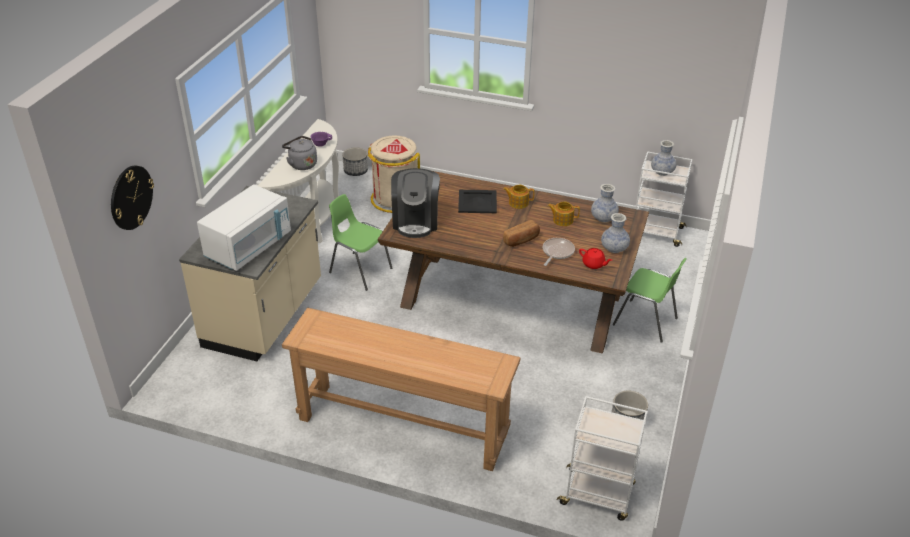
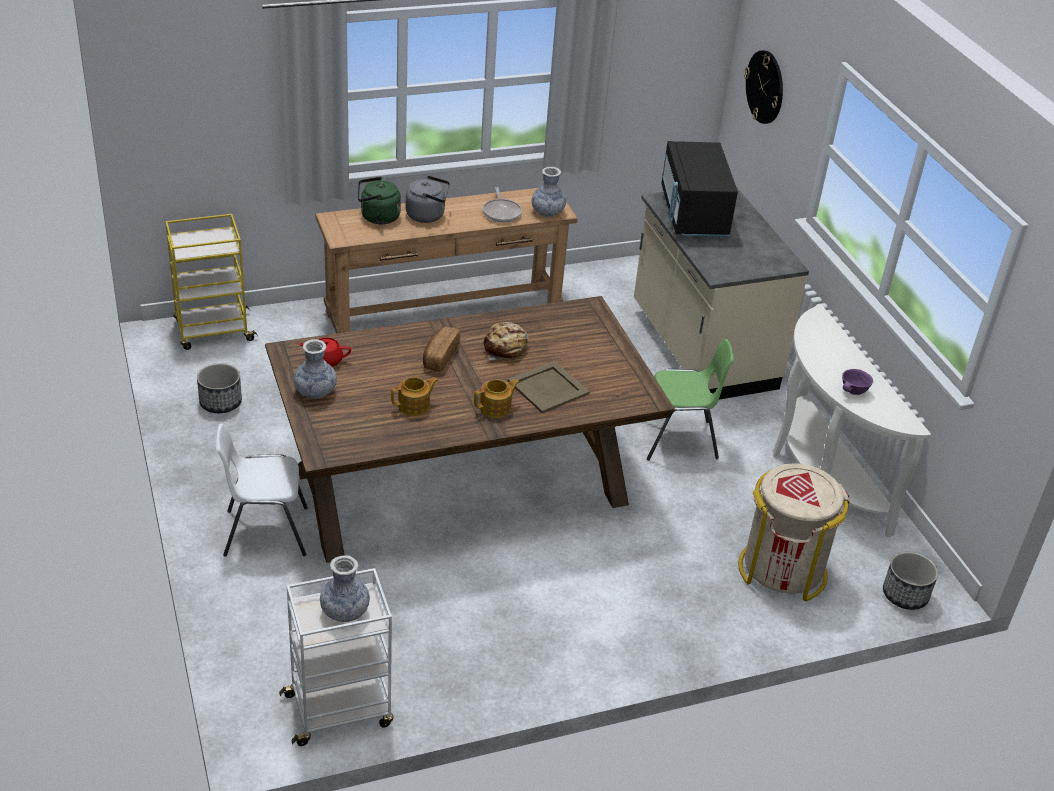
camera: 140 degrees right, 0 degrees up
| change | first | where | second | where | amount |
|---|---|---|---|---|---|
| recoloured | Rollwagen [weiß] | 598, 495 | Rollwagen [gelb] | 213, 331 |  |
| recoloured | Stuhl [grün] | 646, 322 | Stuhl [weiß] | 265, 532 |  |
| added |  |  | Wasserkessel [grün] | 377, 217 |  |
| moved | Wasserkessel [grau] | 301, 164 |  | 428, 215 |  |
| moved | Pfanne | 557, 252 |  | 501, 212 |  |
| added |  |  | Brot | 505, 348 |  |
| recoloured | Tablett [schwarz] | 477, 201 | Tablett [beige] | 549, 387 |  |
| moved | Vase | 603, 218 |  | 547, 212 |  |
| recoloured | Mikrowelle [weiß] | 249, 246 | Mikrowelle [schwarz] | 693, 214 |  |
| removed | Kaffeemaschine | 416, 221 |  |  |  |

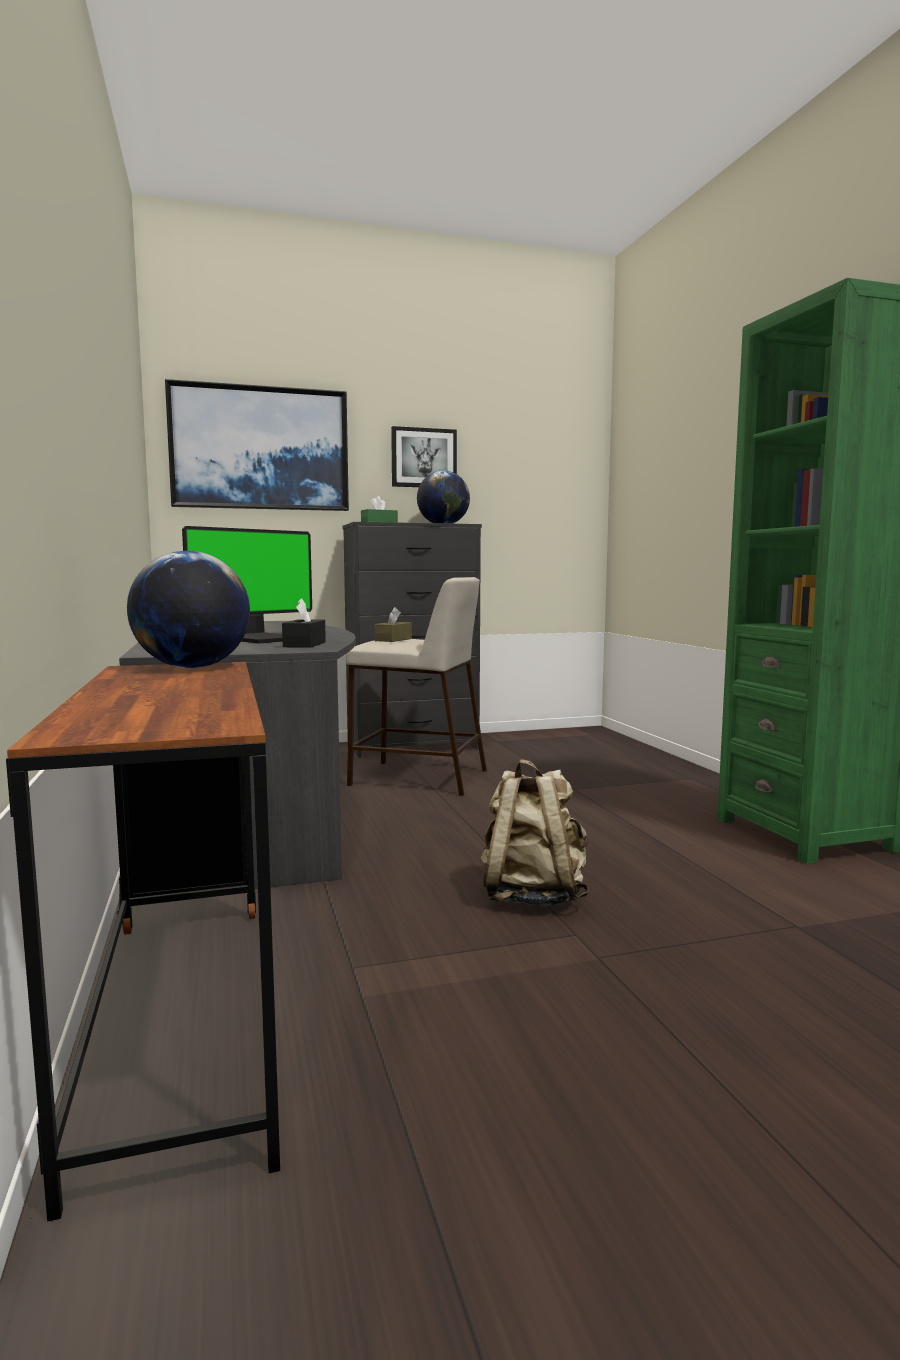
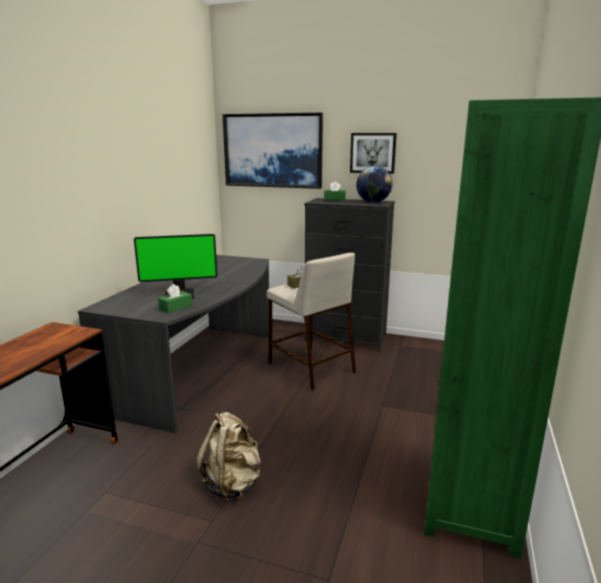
camera: 35 degrees right, 10 degrees up
| change | first | where | second | where | amount |
|---|---|---|---|---|---|
| recoloured | Taschentuchbox [schwarz] | 304, 644 | Taschentuchbox [grün] | 176, 308 |  |
| removed | Globus | 193, 668 |  |  |  |

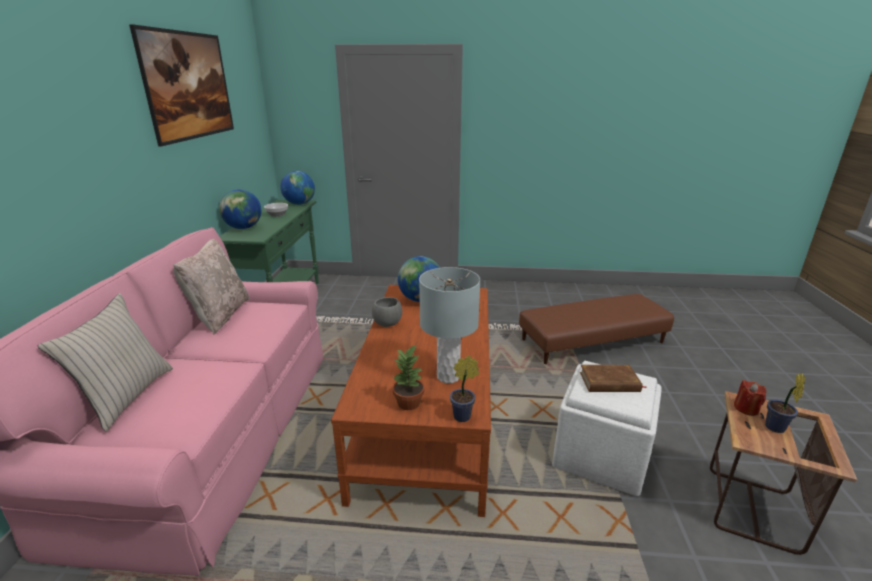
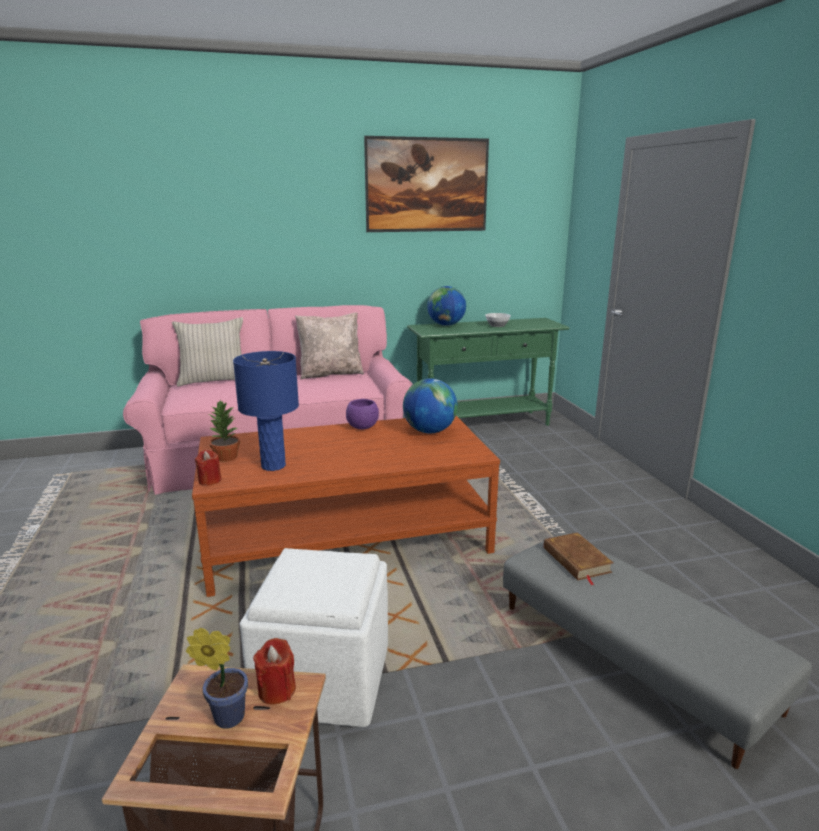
camera: 70 degrees right, 5 degrees down
| change | first | where | second | where | amount |
|---|---|---|---|---|---|
| replaced | Topfpflanze | 464, 416 | Kerze [rot] | 210, 480 |  |
| recoloured | Tischlampe [grau] | 448, 377 | Tischlampe [blau] | 273, 466 |  |
| recoloured | Schüssel [grau] | 387, 323 | Schüssel [lila] | 362, 427 |  |
| recoloured | Polsterhocker [braun] | 591, 341 | Polsterhocker [grau] | 632, 655 |  |
| moved | Buch [braun] | 609, 382 |  | 576, 560 |  |
| removed | Globus | 299, 204 |  |  |  |

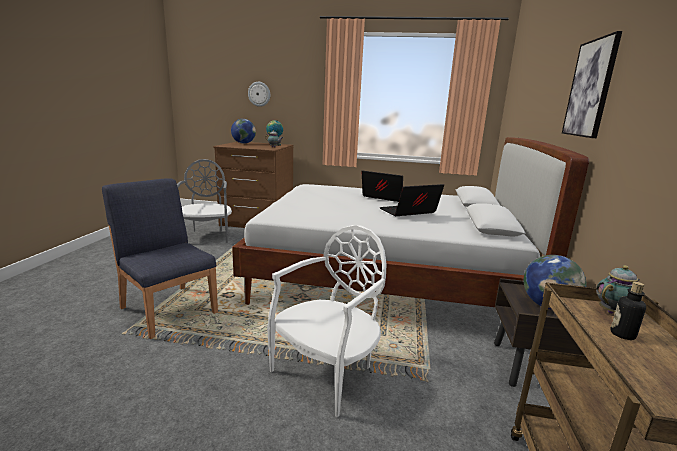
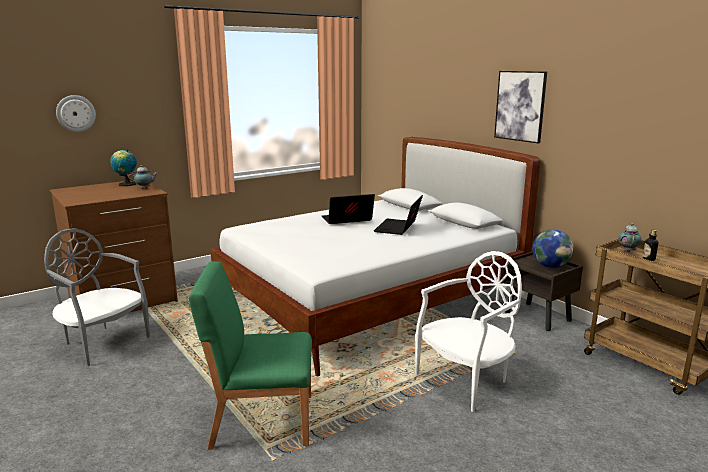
camera: 45 degrees left, 0 degrees up
| change | first | where | second | where | amount |
|---|---|---|---|---|---|
| recoloured | Stuhl [blau] | 168, 309 | Stuhl [grün] | 261, 420 |  |
| turned | Stuhl [weiß] | 328, 372 |  | 466, 381 | 60 degrees clockwise |
| removed | Globus | 243, 143 |  |  |  |

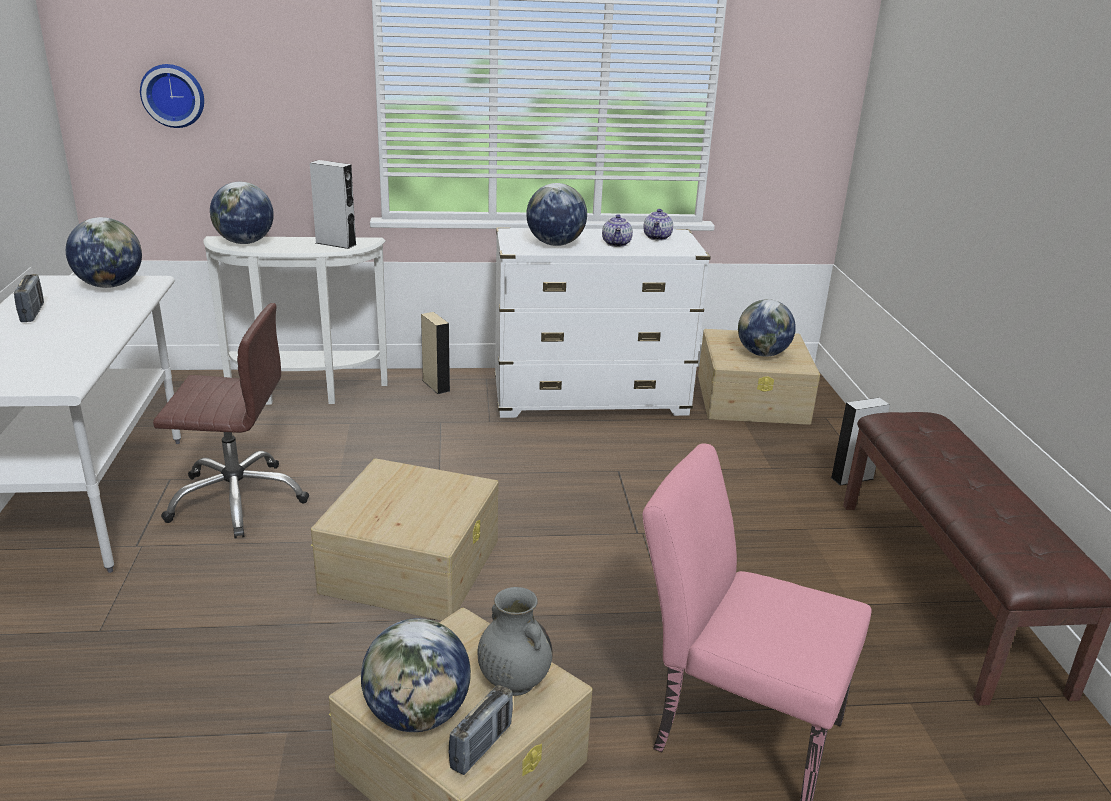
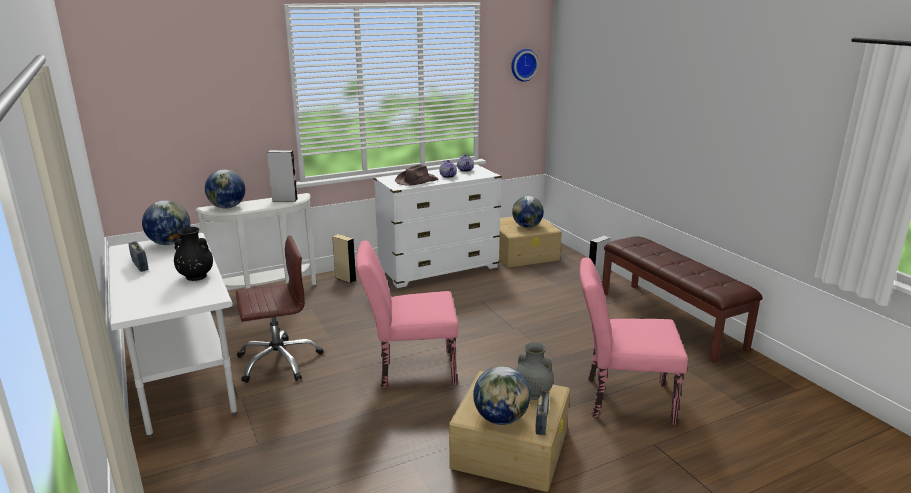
camera: 20 degrees left, 5 degrees down
| change | first | where | second | where | amount |
|---|---|---|---|---|---|
| added |  |  | Vase [schwarz] | 195, 277 |  |
| replaced | Aufbewahrungsbox [beige] | 412, 564 | Stuhl [rosa] | 409, 369 |  |
| replaced | Globus | 555, 244 | Hut [braun] | 416, 181 |  |
| moved | Wanduhr | 173, 95 |  | 523, 65 |  |

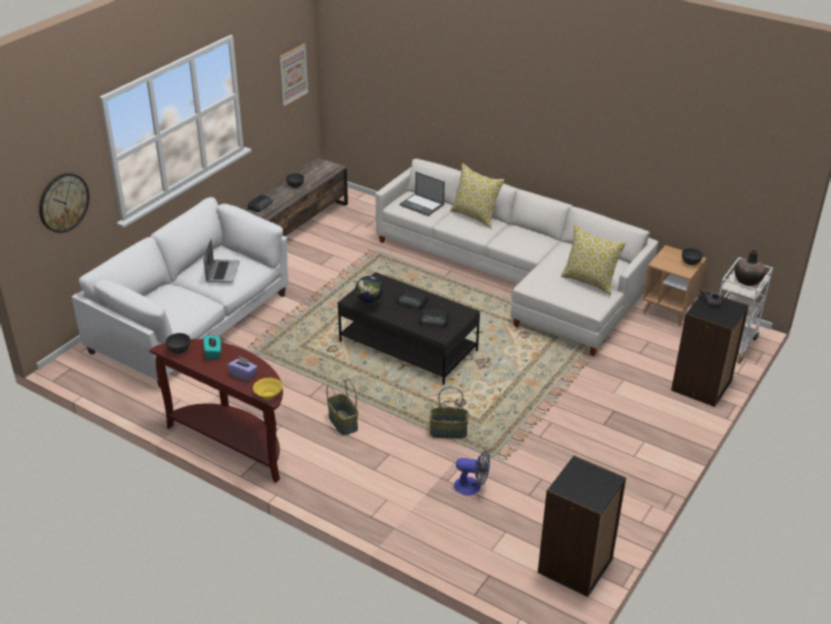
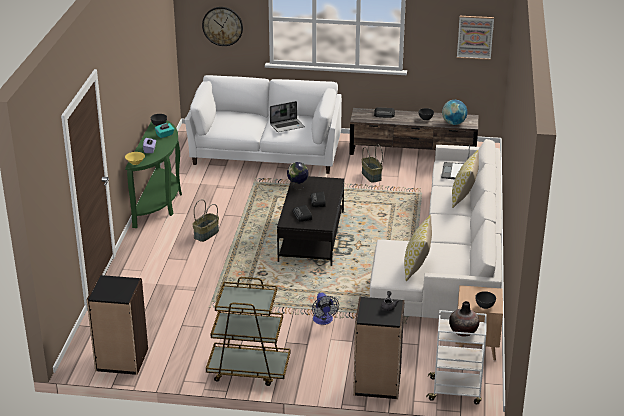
camera: 65 degrees right, 5 degrees down
| change | first | where | second | where | amount |
|---|---|---|---|---|---|
| recoloured | Konsolentisch [braun] | 234, 442 | Konsolentisch [grün] | 159, 203 |  |
| added |  |  | Rollwagen [braun] | 248, 369 |  |
| moved | Ventilator | 472, 487 |  | 323, 321 |  |
| moved | Korb | 448, 432 |  | 371, 176 |  |
| added |  |  | Globus | 453, 123 |  |

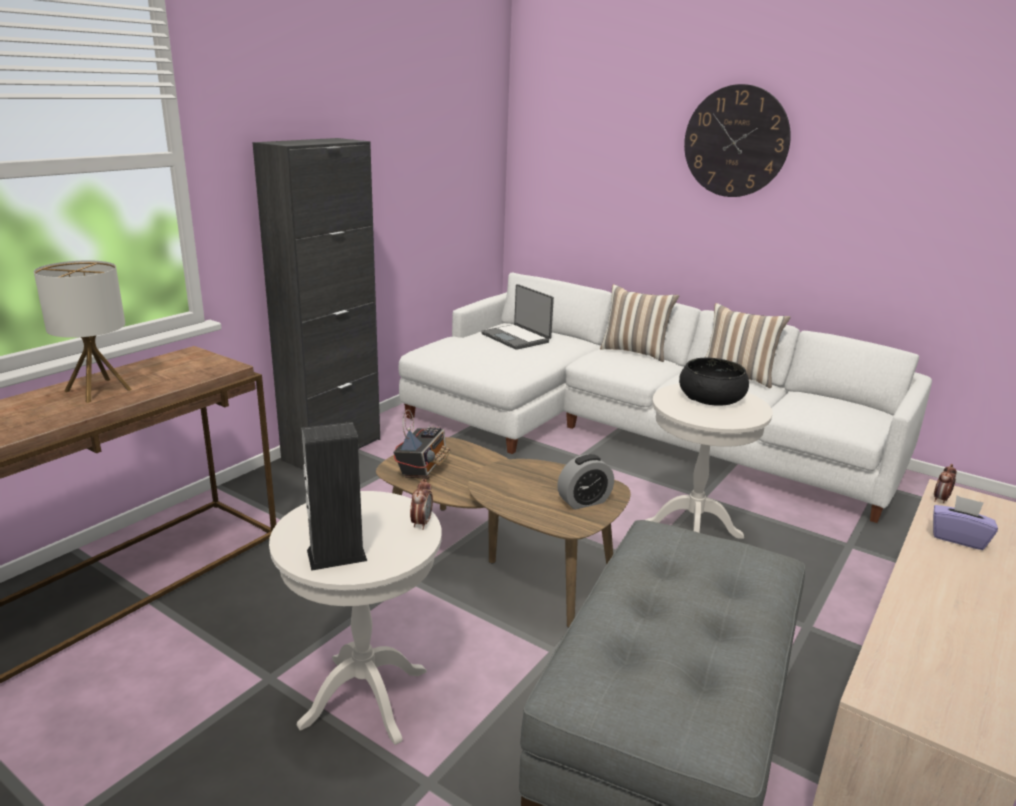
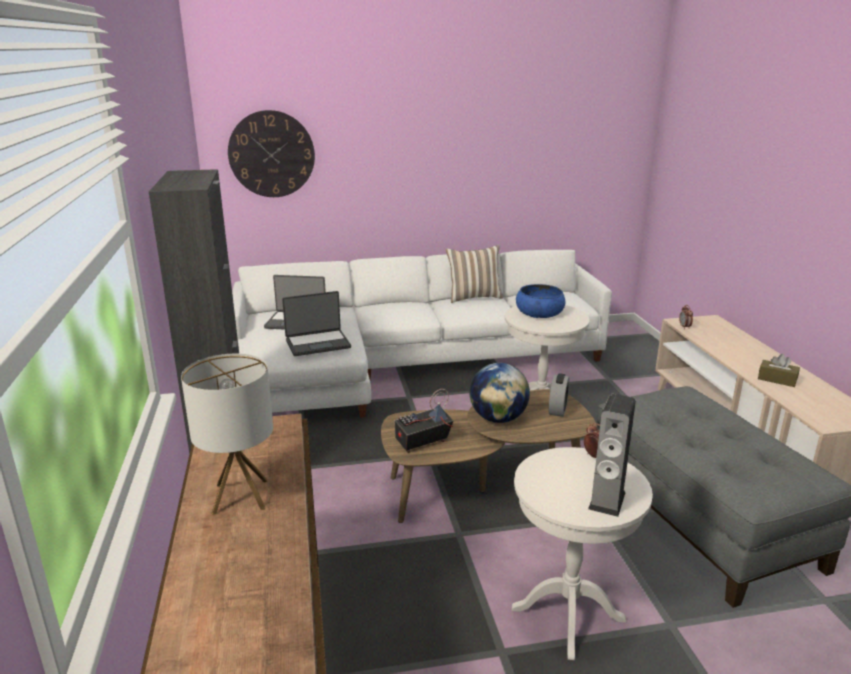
camera: 45 degrees left, 0 degrees up
| change | first | where | second | where | amount |
|---|---|---|---|---|---|
| moved | Wanduhr | 736, 141 |  | 271, 154 |  |
| added |  |  | Laptop | 318, 343 |  |
| turned | Radio | 423, 468 |  | 422, 443 | 90 degrees counterclockwise |
| added |  |  | Globus | 498, 418 |  |
| recoloured | Schüssel [schwarz] | 711, 398 | Schüssel [blau] | 539, 313 |  |
| added |  |  | Taschentuchbox [braun] | 777, 379 |  |
| removed | Kissen | 635, 352 |  |  |  |
| removed | Taschentuchbox [lila] | 958, 538 |  |  |  |

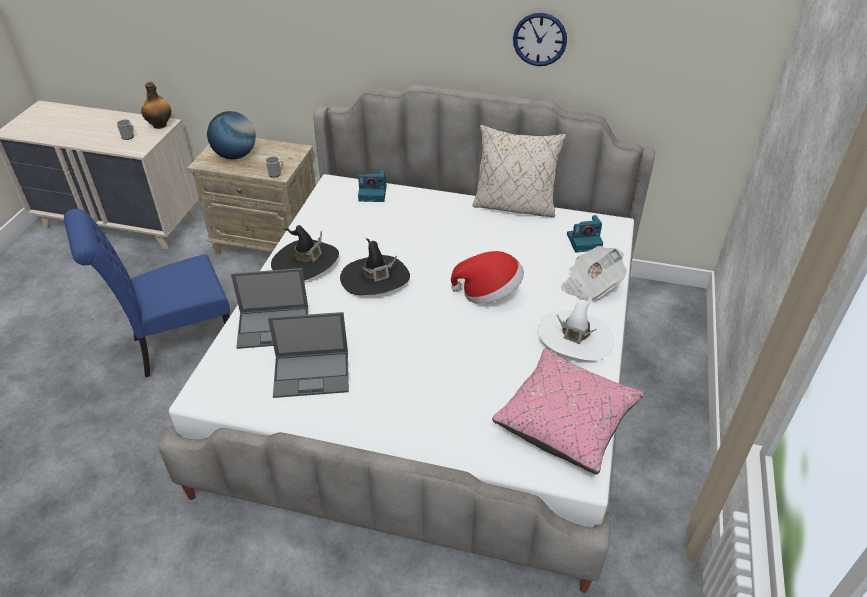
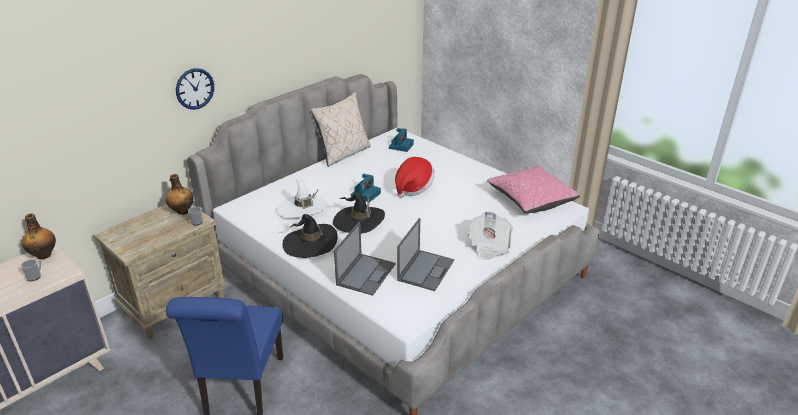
camera: 60 degrees left, 10 degrees down
| change | first | where | second | where | amount |
|---|---|---|---|---|---|
| added |  |  | Flasche | 182, 211 |  |
| moved | Wanduhr | 539, 39 |  | 195, 88 |  |
| moved | Hut [weiß] | 575, 338 |  | 303, 208 |  |
| moved | Kamera | 373, 193 |  | 365, 194 |  |
| moved | Zeitung | 590, 286 |  | 489, 246 |  |
| removed | Globus | 235, 155 |  |  |  |

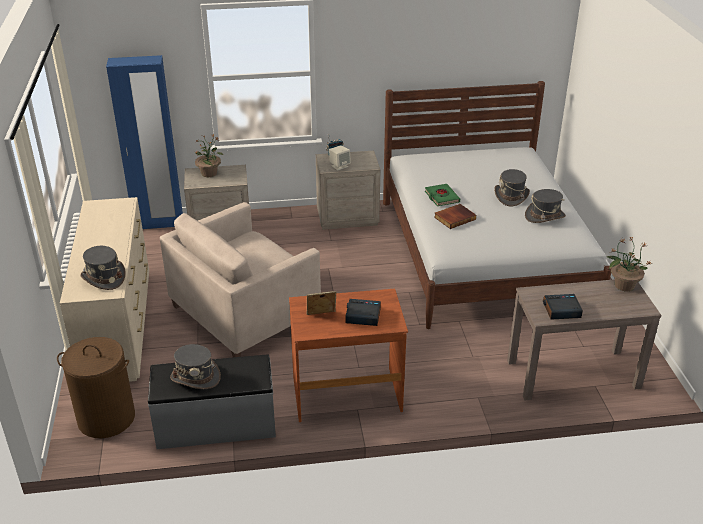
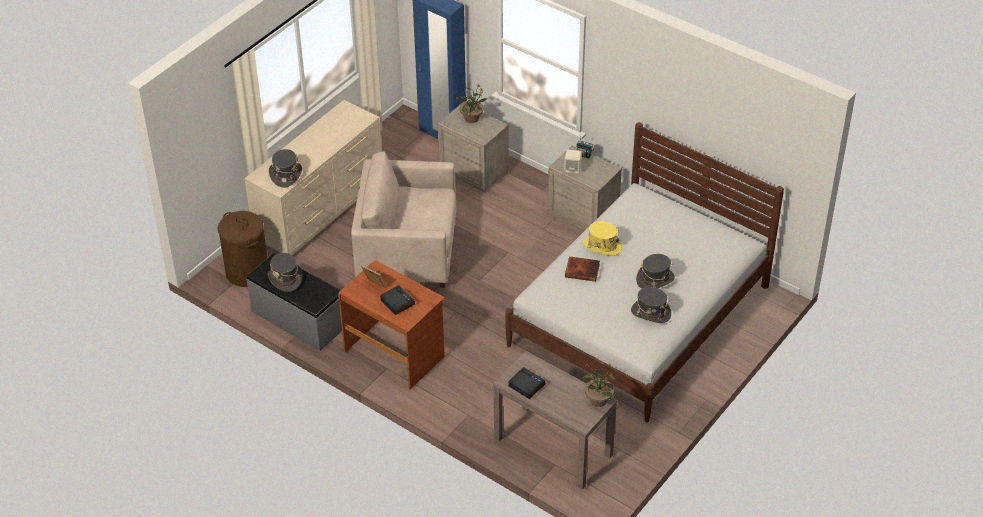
camera: 45 degrees right, 10 degrees up
| change | first | where | second | where | amount |
|---|---|---|---|---|---|
| replaced | Buch [grün] | 441, 197 | Hut [gelb] | 602, 246 |  |

